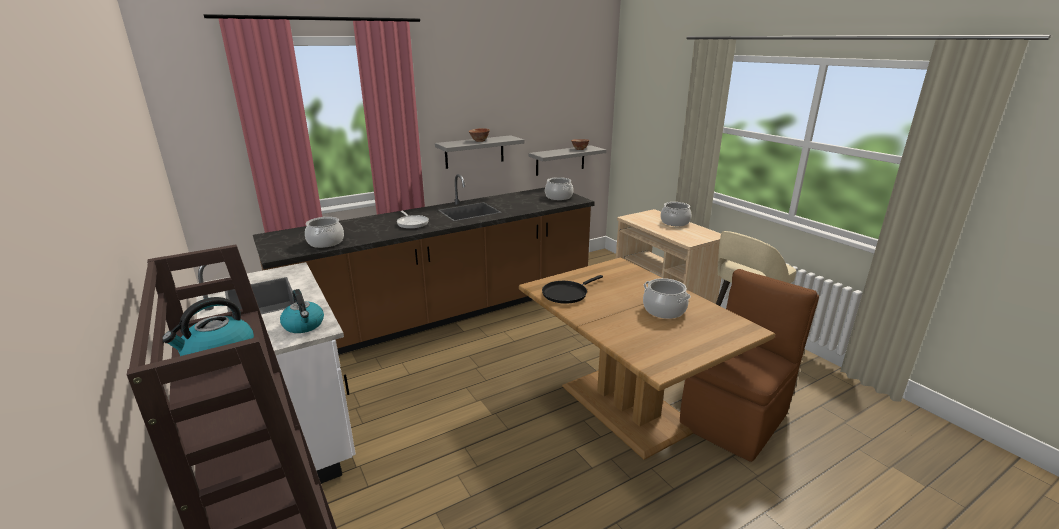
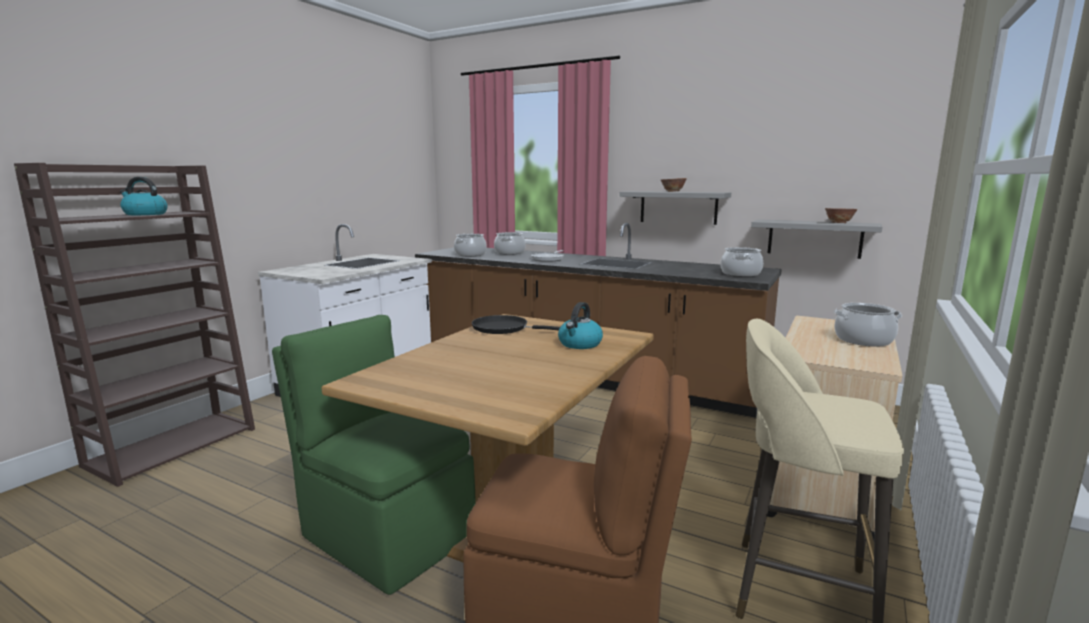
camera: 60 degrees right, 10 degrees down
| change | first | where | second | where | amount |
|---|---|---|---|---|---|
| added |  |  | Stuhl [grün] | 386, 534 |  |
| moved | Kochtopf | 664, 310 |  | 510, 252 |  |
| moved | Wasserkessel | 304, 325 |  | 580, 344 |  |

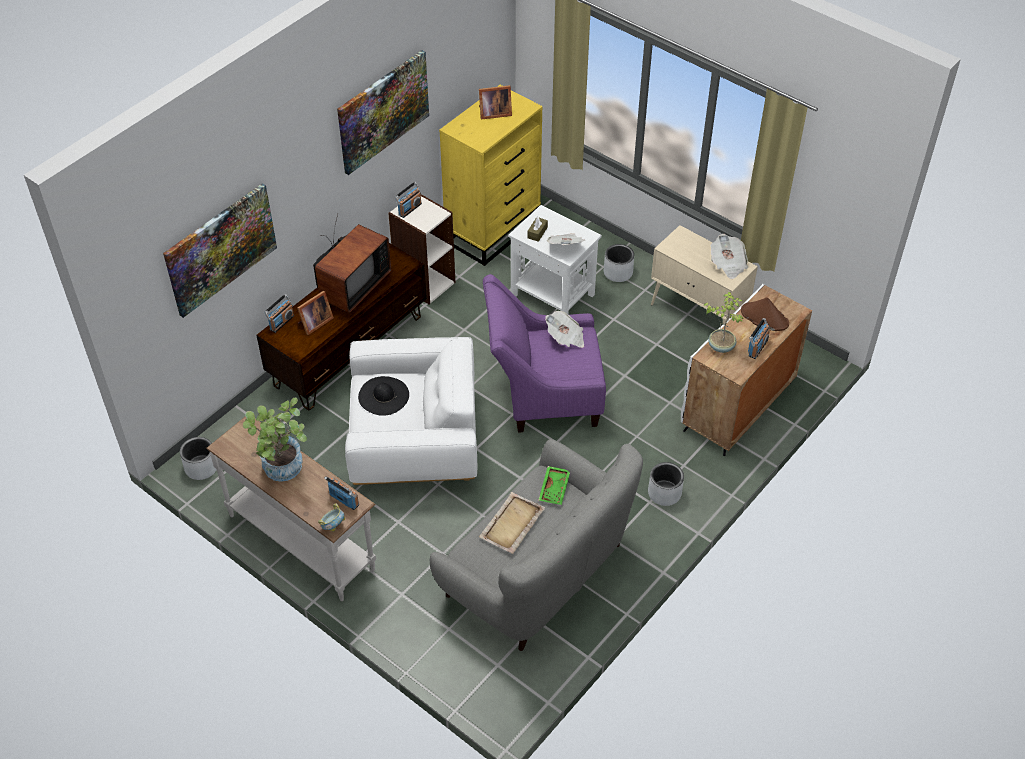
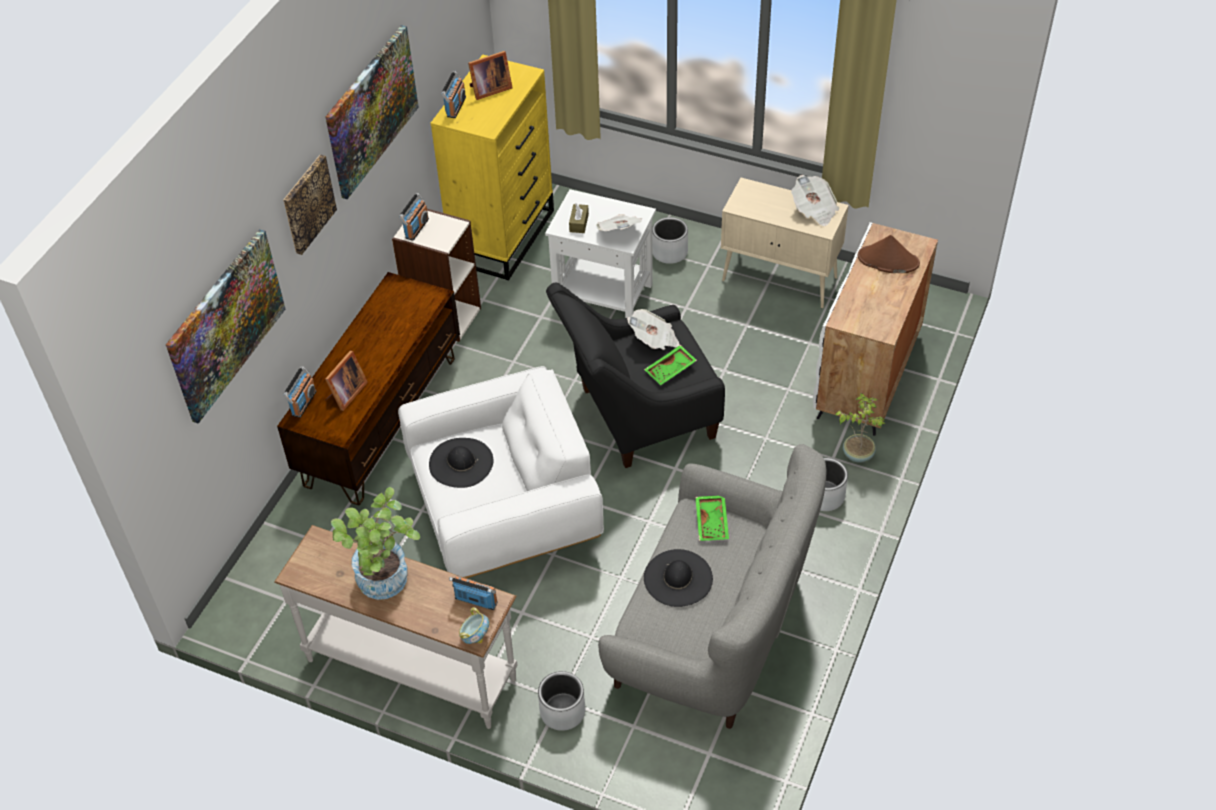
camera: 15 degrees left, 0 degrees up
| change | first | where | second | where | amount |
|---|---|---|---|---|---|
| added |  |  | Bild | 308, 204 |  |
| moved | Radio | 757, 348 |  | 455, 107 |  |
| moved | Pflanzkübel [grau] | 201, 467 |  | 562, 711 |  |
| recoloured | Sessel [lila] | 542, 395 | Sessel [schwarz] | 637, 416 |  |
| added |  |  | Tablett [grün] | 671, 370 |  |
| replaced | Tablett [beige] | 511, 524 | Hut [schwarz] | 678, 578 |  |
| moved | Topfpflanze | 721, 346 |  | 857, 454 |  |
| removed | Fernseher | 351, 286 |  |  |  |

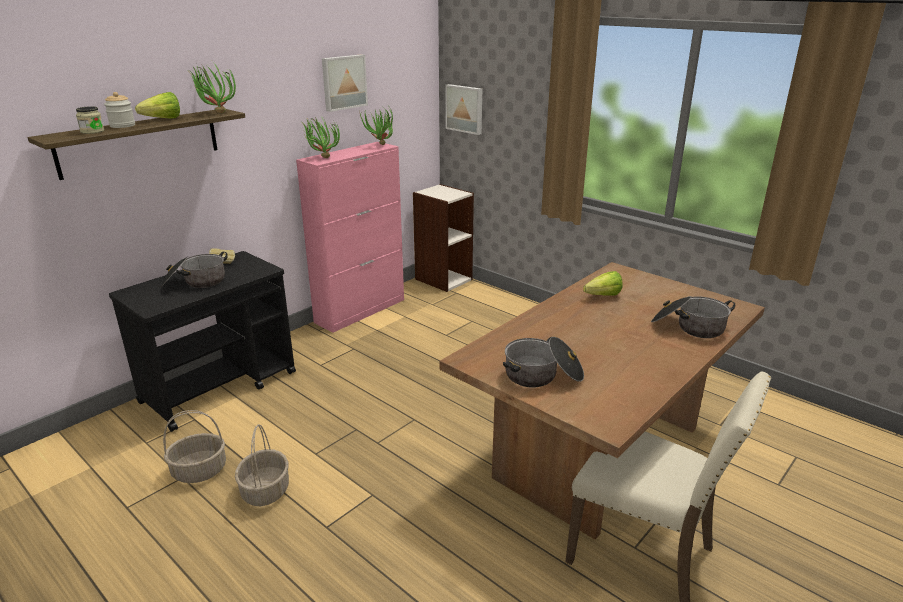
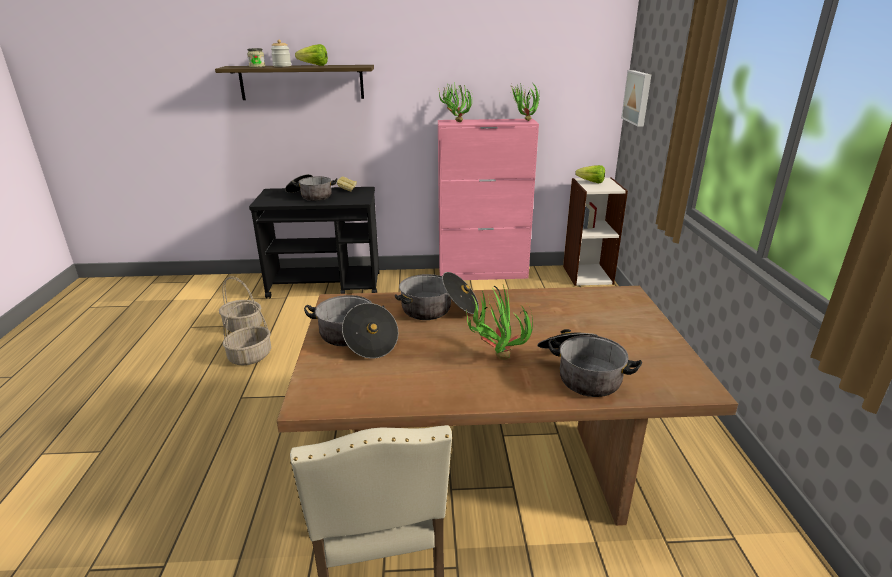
camera: 45 degrees right, 0 degrees up
| change | first | where | second | where | amount |
|---|---|---|---|---|---|
| added |  |  | Kochtopf | 438, 310 |  |
| moved | Topfpflanze | 215, 113 |  | 495, 356 |  |
| moved | Salatkopf | 599, 296 |  | 589, 182 |  |
| removed | Bild | 343, 82 |  |  |  |

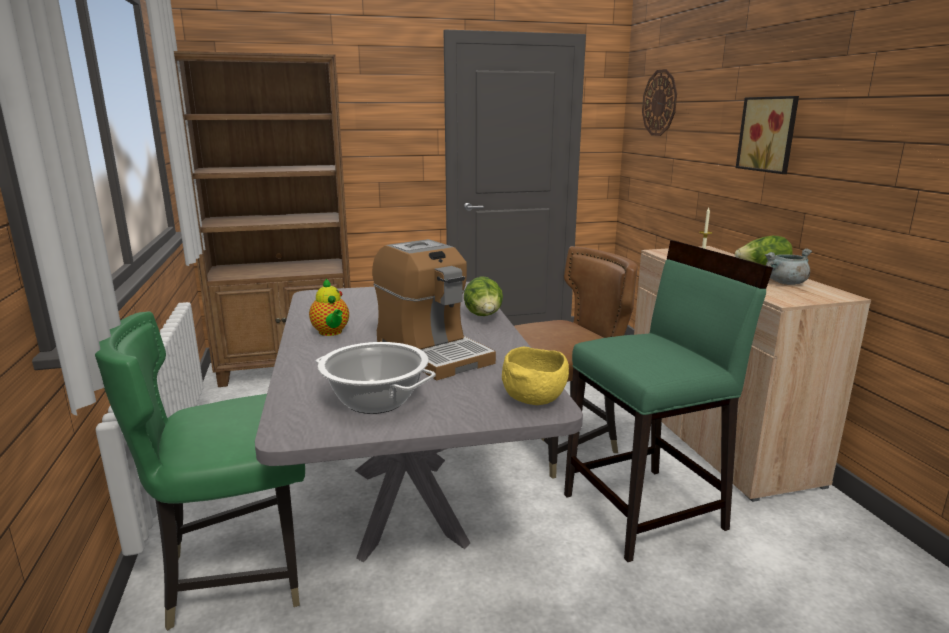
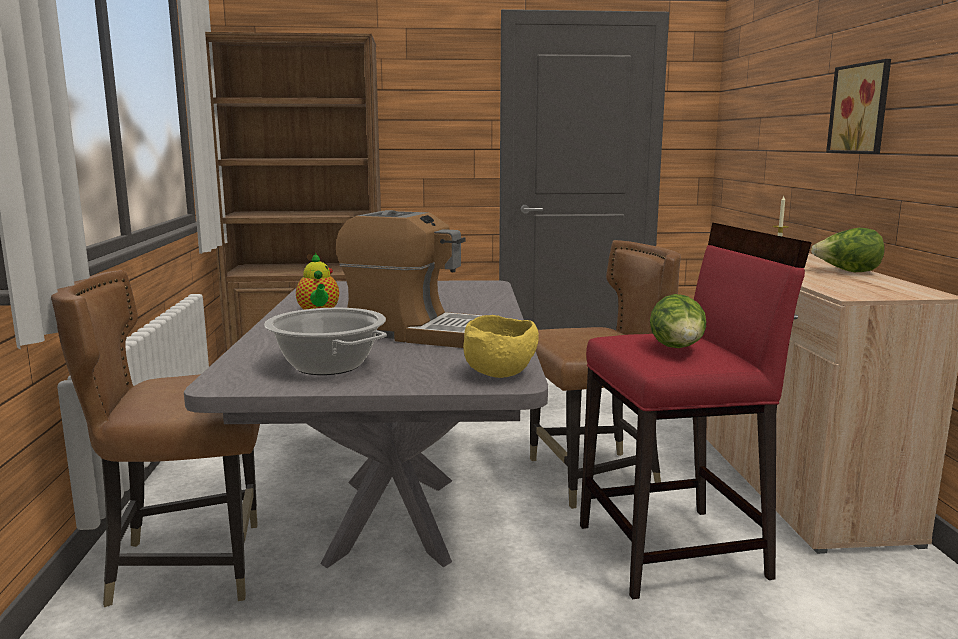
camera: 10 degrees right, 5 degrees down
| change | first | where | second | where | amount |
|---|---|---|---|---|---|
| recoloured | Stuhl [grün] | 235, 574 | Stuhl [braun] | 189, 565 |  |
| turned | Kaffeemaschine | 432, 352 |  | 415, 333 | 45 degrees counterclockwise |
| recoloured | Hocker [grün] | 645, 511 | Hocker [rot] | 674, 551 |  |
| moved | Salatkopf | 484, 317 |  | 678, 349 |  |
| removed | Wanduhr | 660, 103 |  |  |  |
| removed | Kochtopf [grau] | 785, 283 |  |  |  |

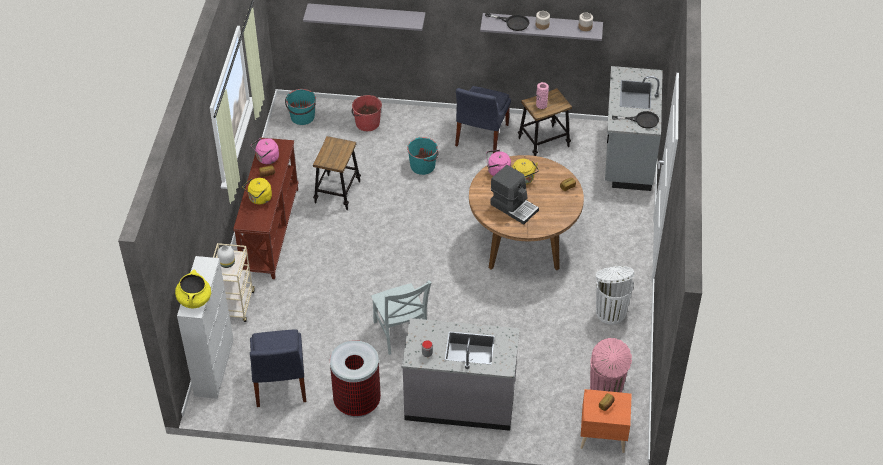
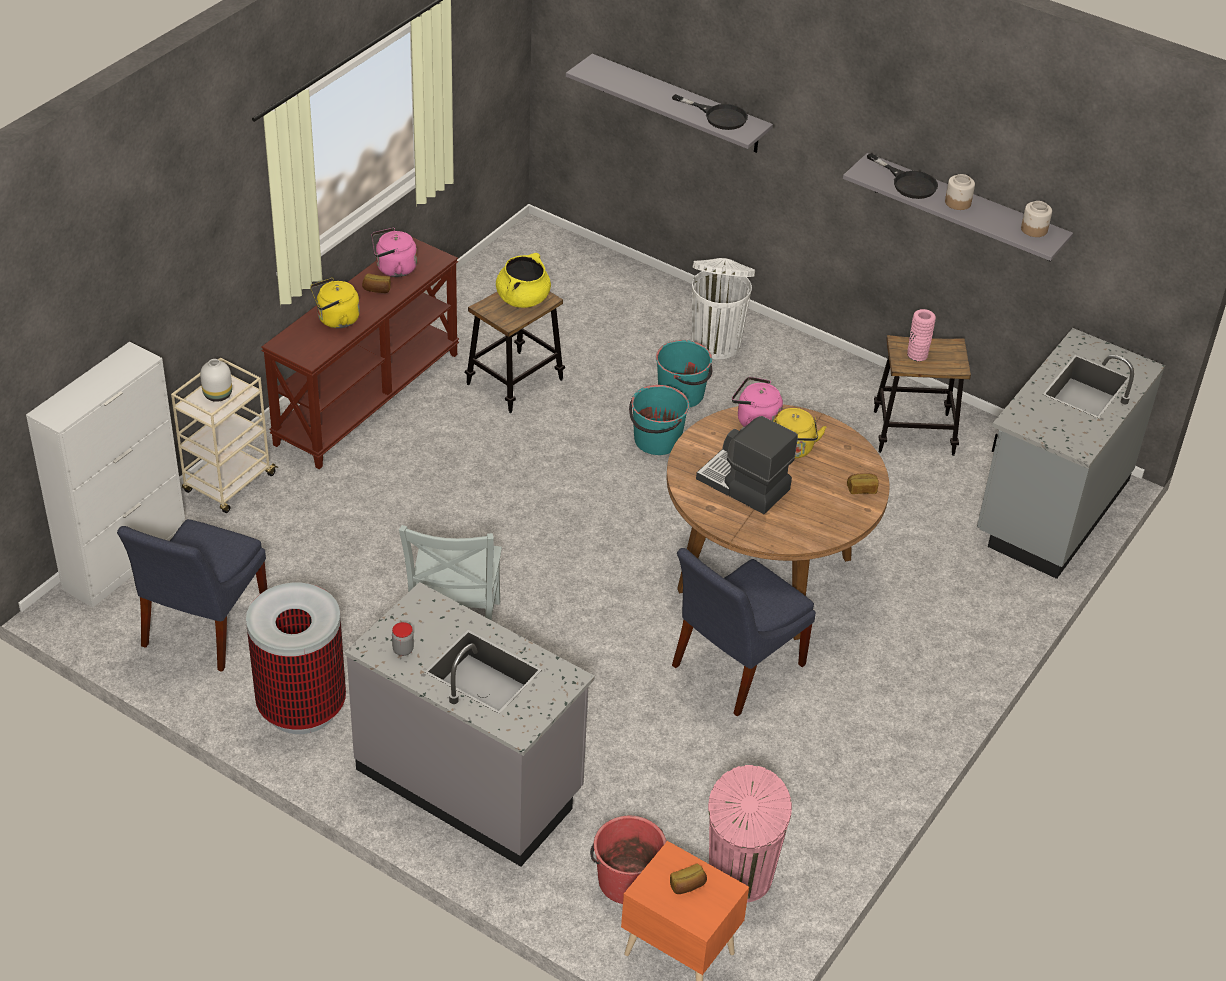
camera: 25 degrees right, 5 degrees down
| change | first | where | second | where | amount |
|---|---|---|---|---|---|
| moved | Kochtopf [gelb] | 194, 299 |  | 523, 299 |  |
| moved | Eimer [rot] | 367, 123 |  | 626, 880 |  |
| moved | Eimer [türkis] | 302, 117 |  | 656, 441 |  |
| moved | Pfanne [schwarz] | 642, 120 |  | 719, 116 |  |
| moved | Stuhl [blau] | 480, 137 |  | 733, 668 |  |
| moved | Mülleimer [weiß] | 610, 311 |  | 716, 343 |  |
| turned | Kaffeemaschine | 514, 207 |  | 743, 485 | 150 degrees clockwise |

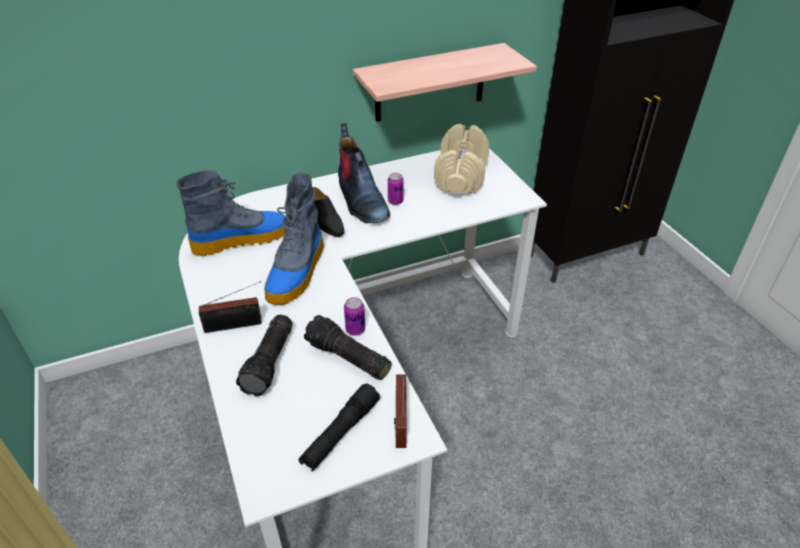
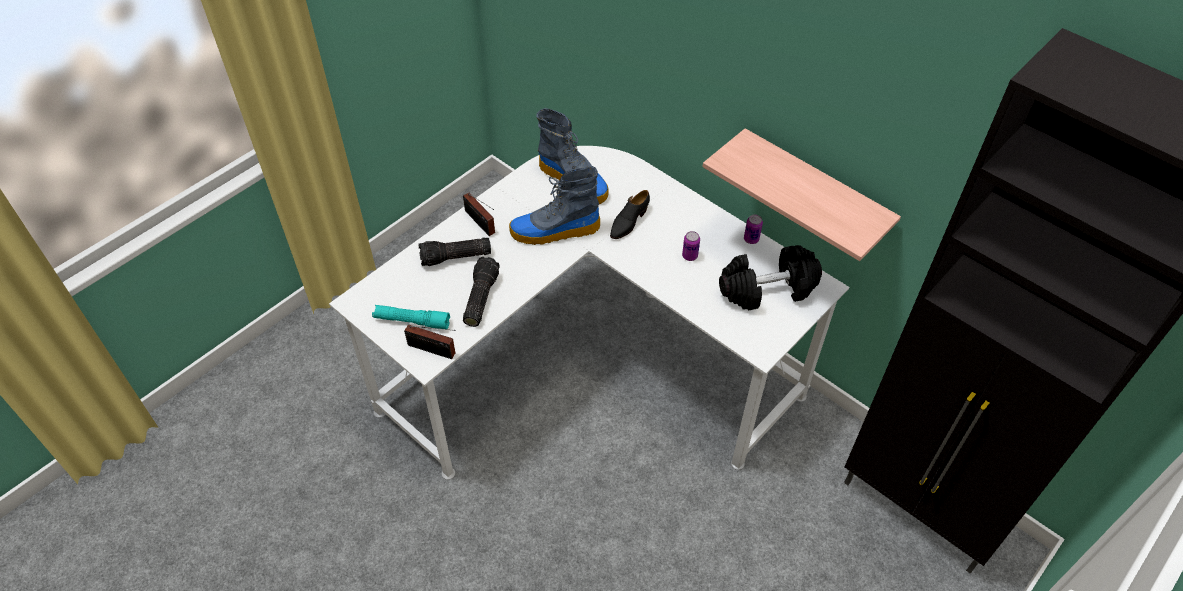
camera: 65 degrees right, 10 degrees up
| change | first | where | second | where | amount |
|---|---|---|---|---|---|
| recoloured | Taschenlampe [schwarz] | 340, 433 | Taschenlampe [türkis] | 412, 321 |  |
| turned | Radio | 400, 424 |  | 434, 350 | 135 degrees counterclockwise |
| recoloured | Hantel [beige] | 461, 175 | Hantel [schwarz] | 767, 290 |  |
| moved | Dose | 355, 329 |  | 751, 239 |  |
| removed | Stiefel | 361, 201 |  |  |  |

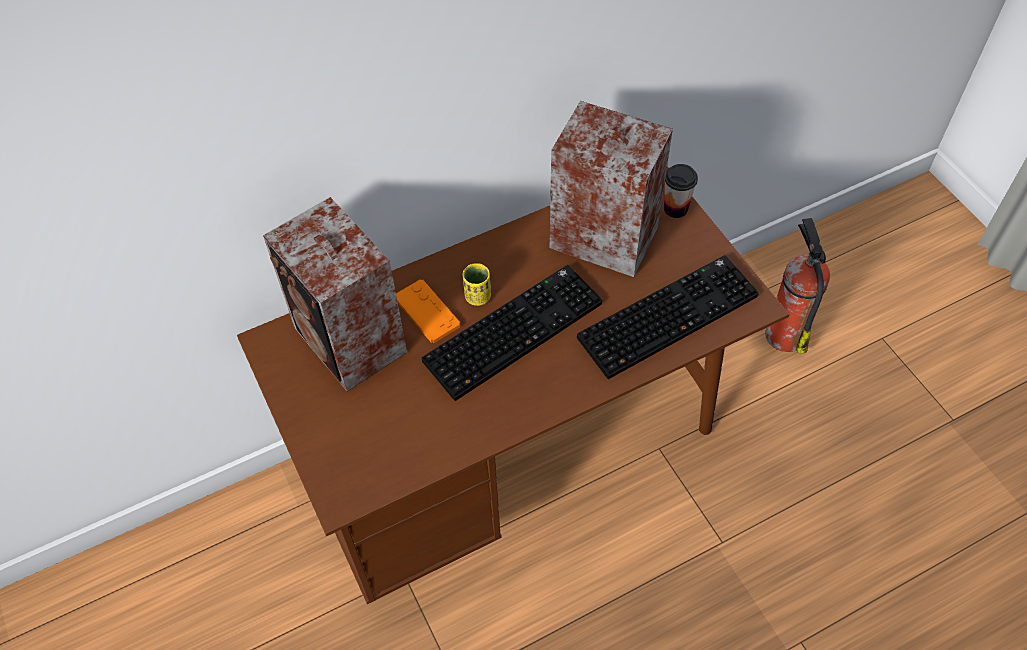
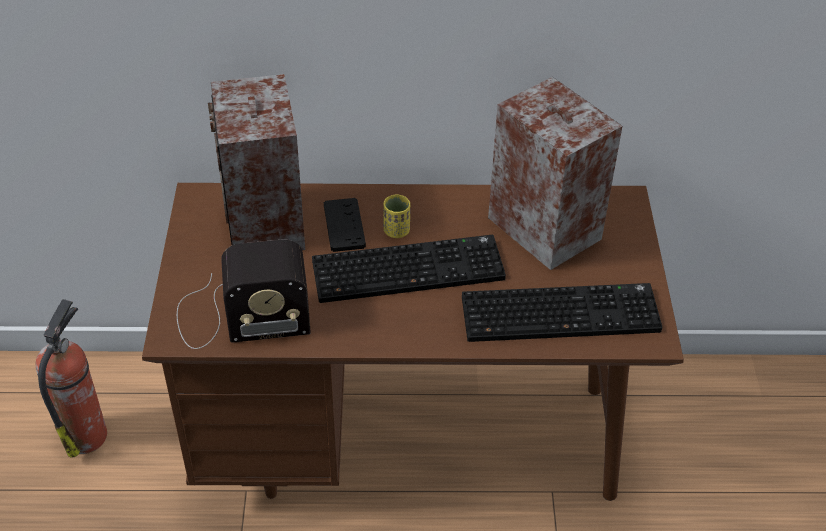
camera: 25 degrees right, 10 degrees down
| change | first | where | second | where | amount |
|---|---|---|---|---|---|
| moved | Feuerlöscher | 784, 333 |  | 85, 433 |  |
| added |  |  | Radio | 238, 316 |  |
| recoloured | Gamepad [orange] | 427, 312 | Gamepad [schwarz] | 344, 226 |  |
| removed | Tasse | 675, 208 |  |  |  |

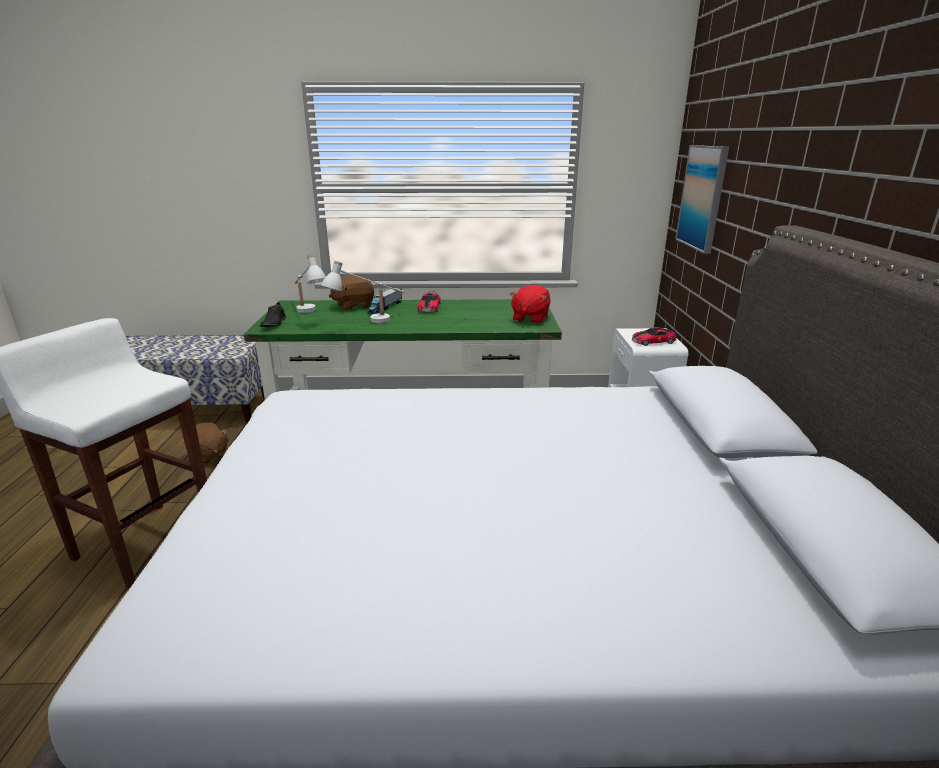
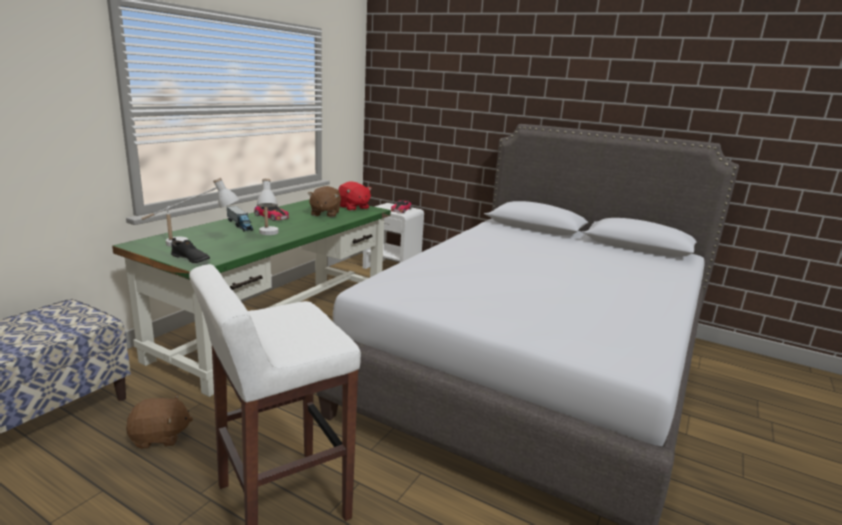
camera: 60 degrees left, 5 degrees down
| change | first | where | second | where | amount |
|---|---|---|---|---|---|
| moved | Plüschtier [braun] | 353, 306 |  | 325, 214 |  |
| removed | Bild | 702, 197 |  |  |  |

